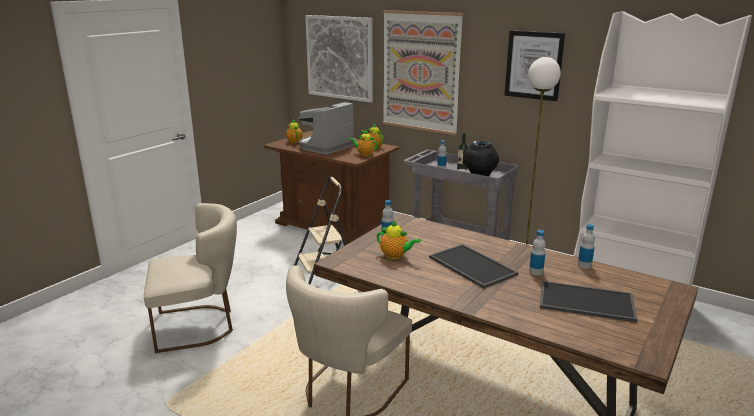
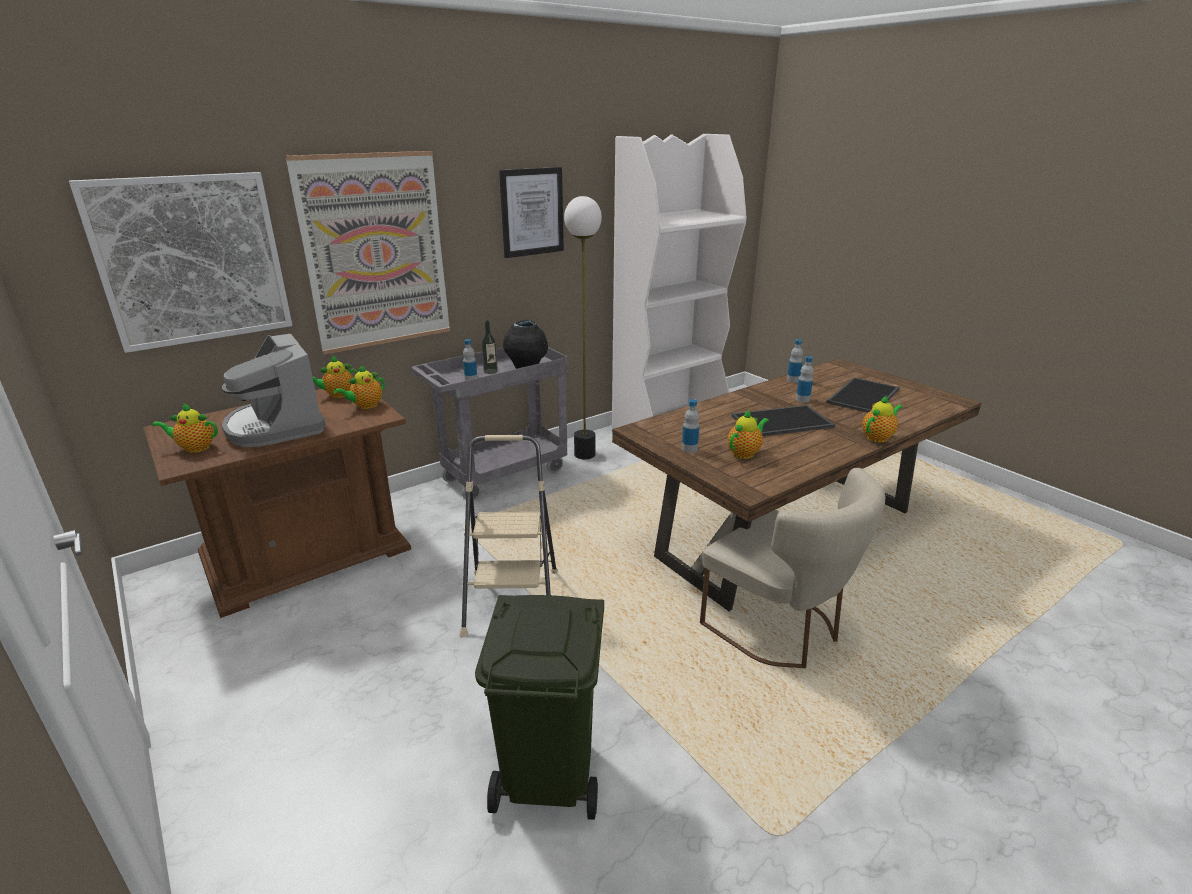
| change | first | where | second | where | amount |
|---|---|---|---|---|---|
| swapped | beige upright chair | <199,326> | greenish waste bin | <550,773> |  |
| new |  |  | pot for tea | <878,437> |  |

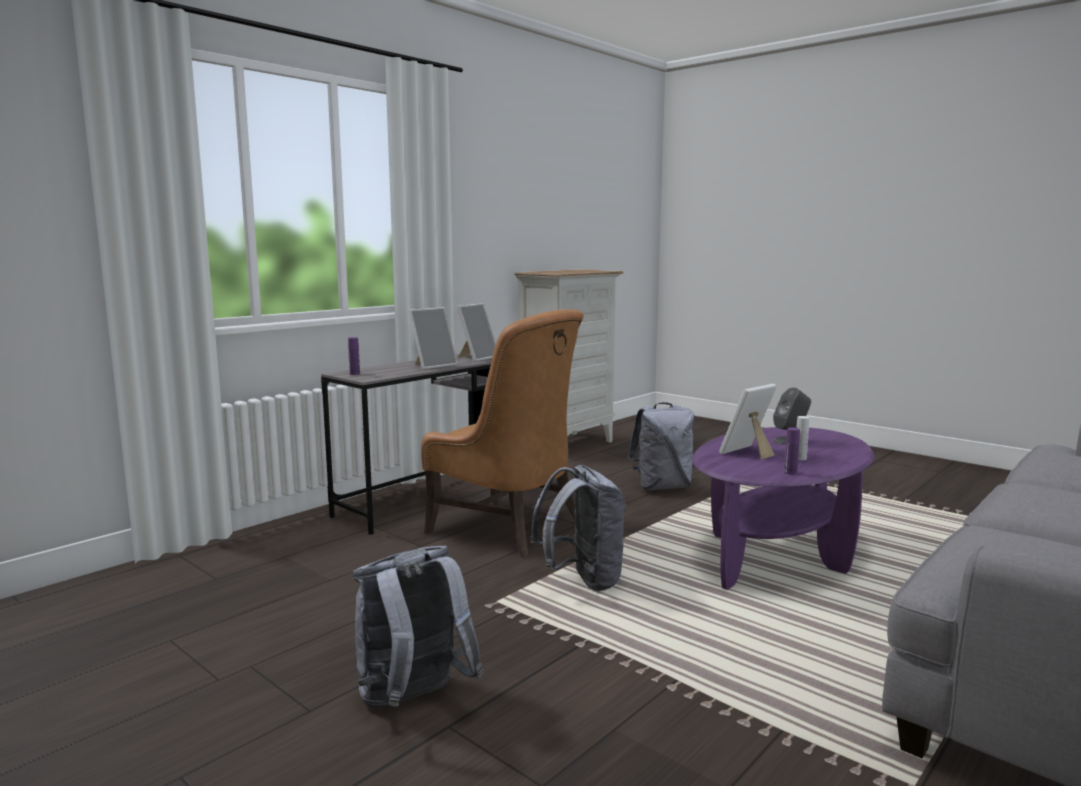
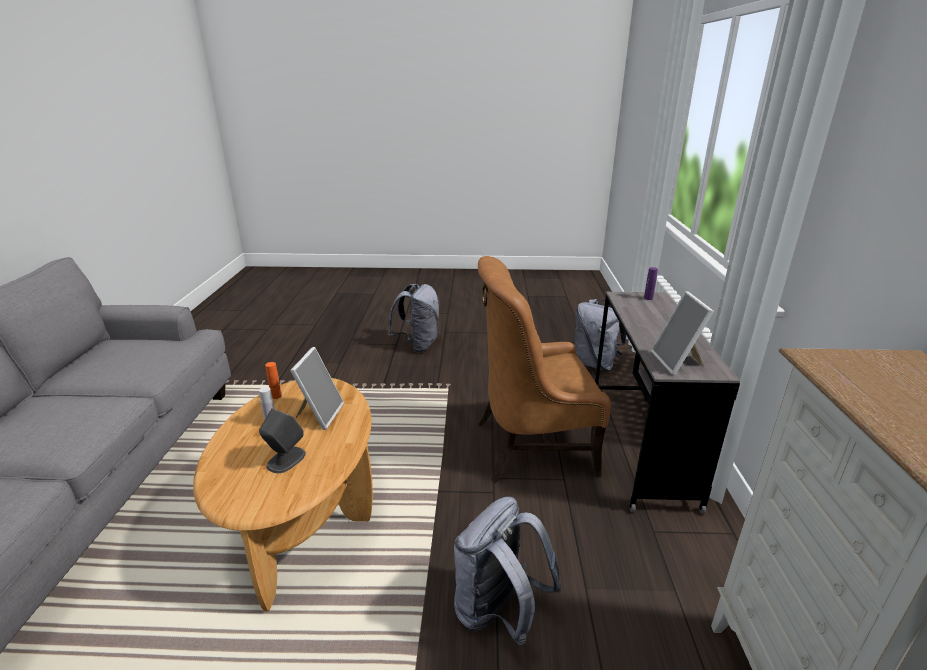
| change | first | where | second | where | amount |
|---|---|---|---|---|---|
| gone | photo frame | <432,365> |  |  |  |
| repainted | purple-coloured coffee table | <777,554> | brownish coffee table | <304,518> |  |
| repainted | purple-coloured bottle | <790,472> | orange-coloured bottle | <276,396> |  |
| shifted | greyish knapsack | <582,580> |  | <595,363> |  |

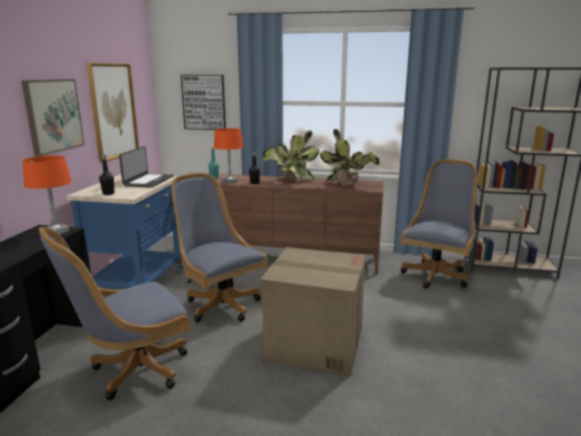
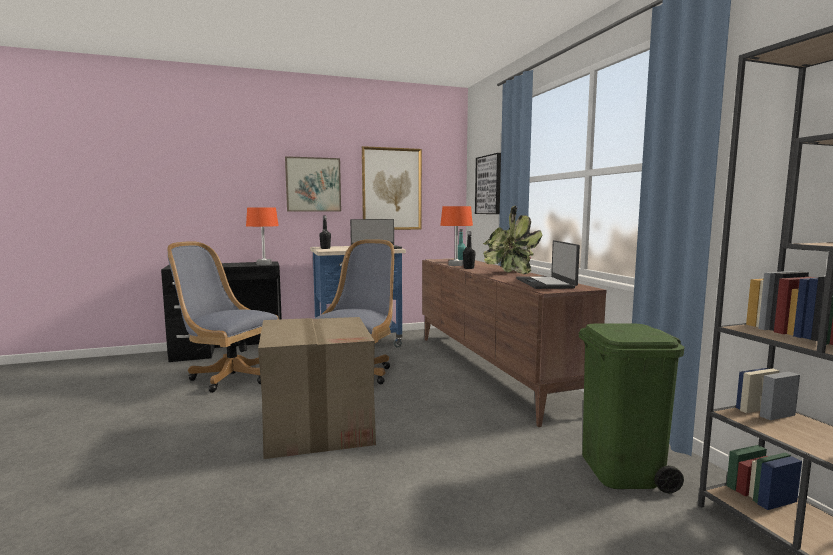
| change | first | where | second | where | amount |
|---|---|---|---|---|---|
| swapped | plant in a pot | <349,184> | portable computer | <546,283> |  |
| swapped | blue office chair | <436,274> | greenish waste bin | <622,471> |  |

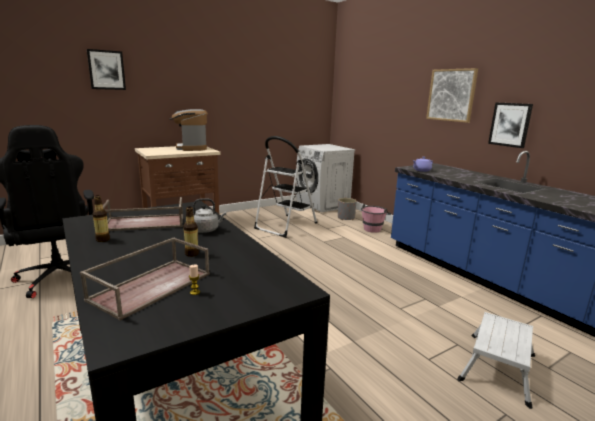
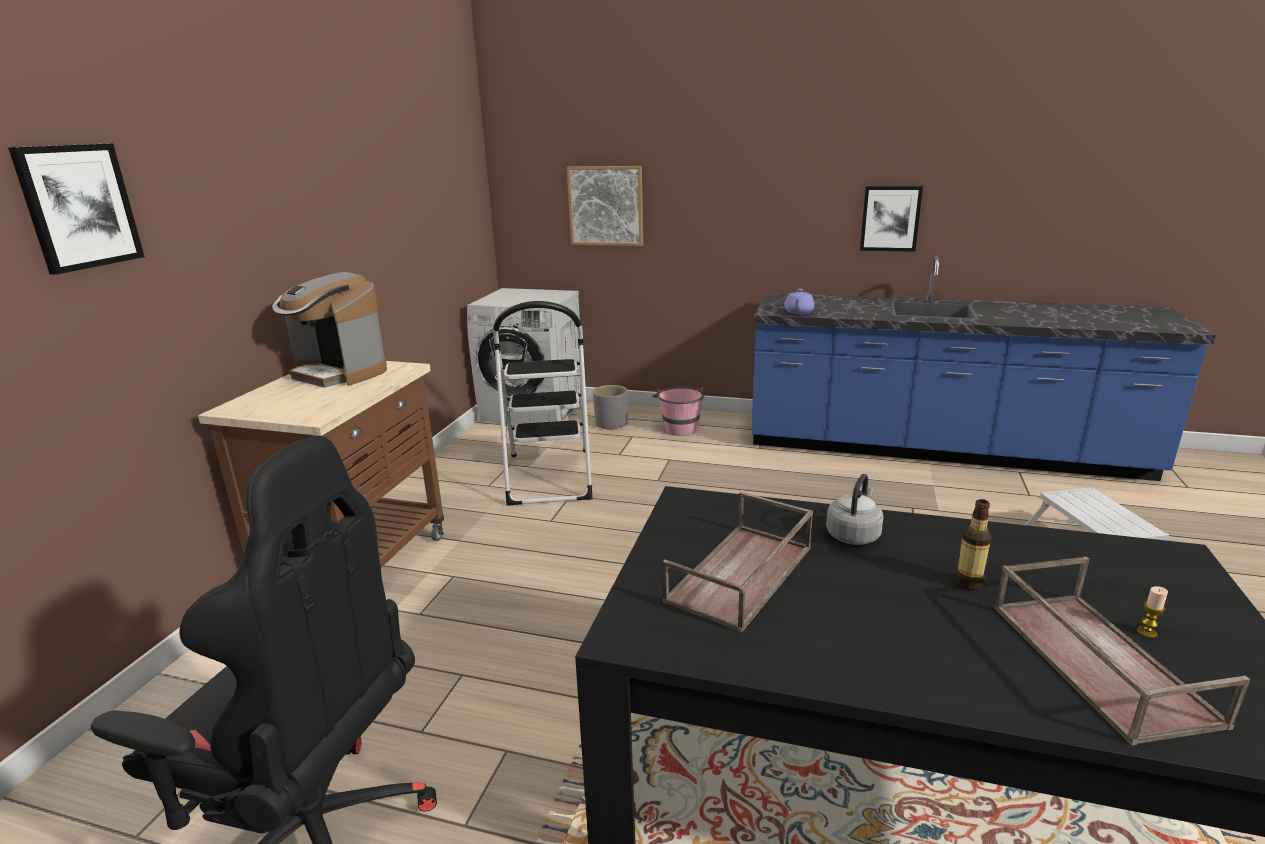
| change | first | where | second | where | amount |
|---|---|---|---|---|---|
| shifted | picture | <451,95> |  | <606,206> |  |
| gone | bottle | <103,239> |  |  |  |

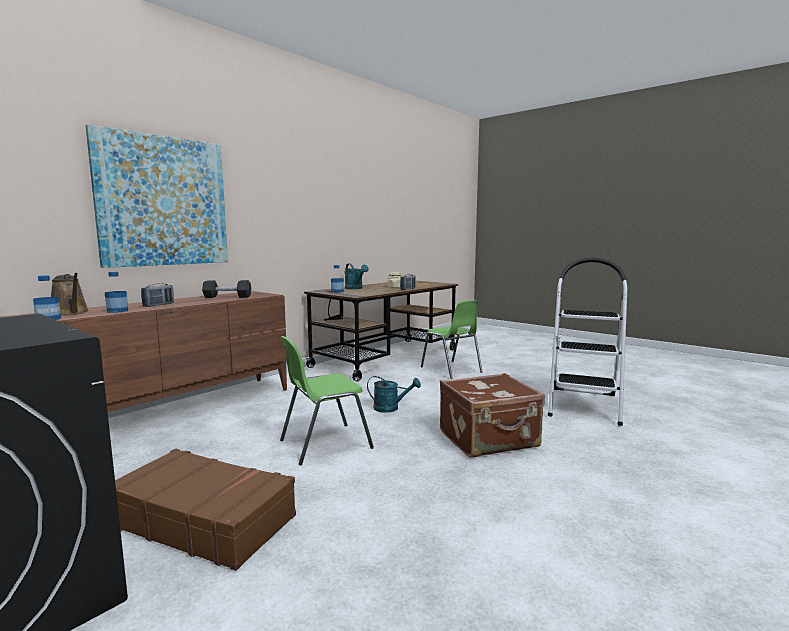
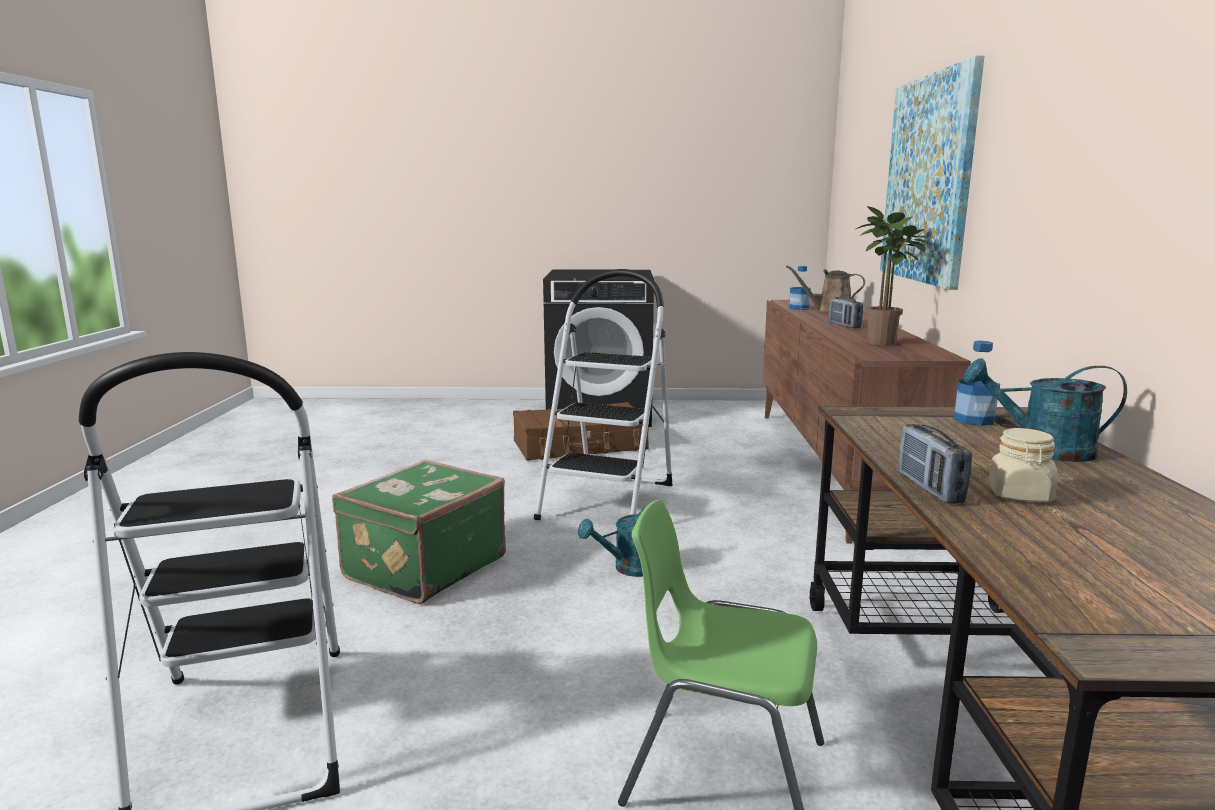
| change | first | where | second | where | amount |
|---|---|---|---|---|---|
| gone | bottle | <117,311> |  |  |  |
| swapped | greyish dumbbell | <227,297> | plant in a pot | <883,344> |  |
| swapped | greenish upright chair | <324,444> | stepladder | <610,500> |  |
| repainted | brownish travel case | <489,440> | greenish travel case | <422,567> |  |

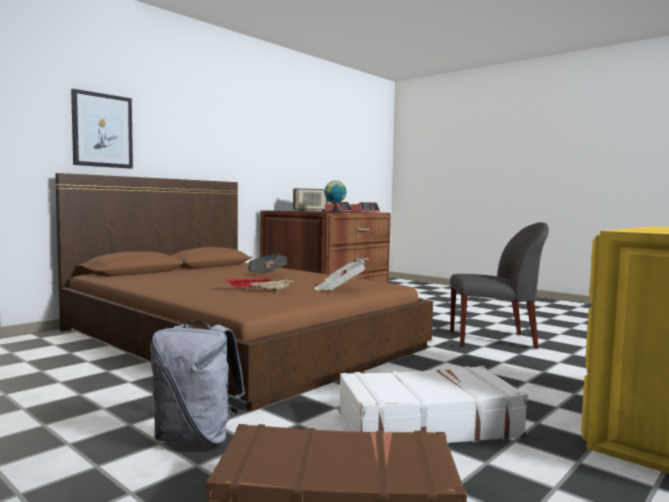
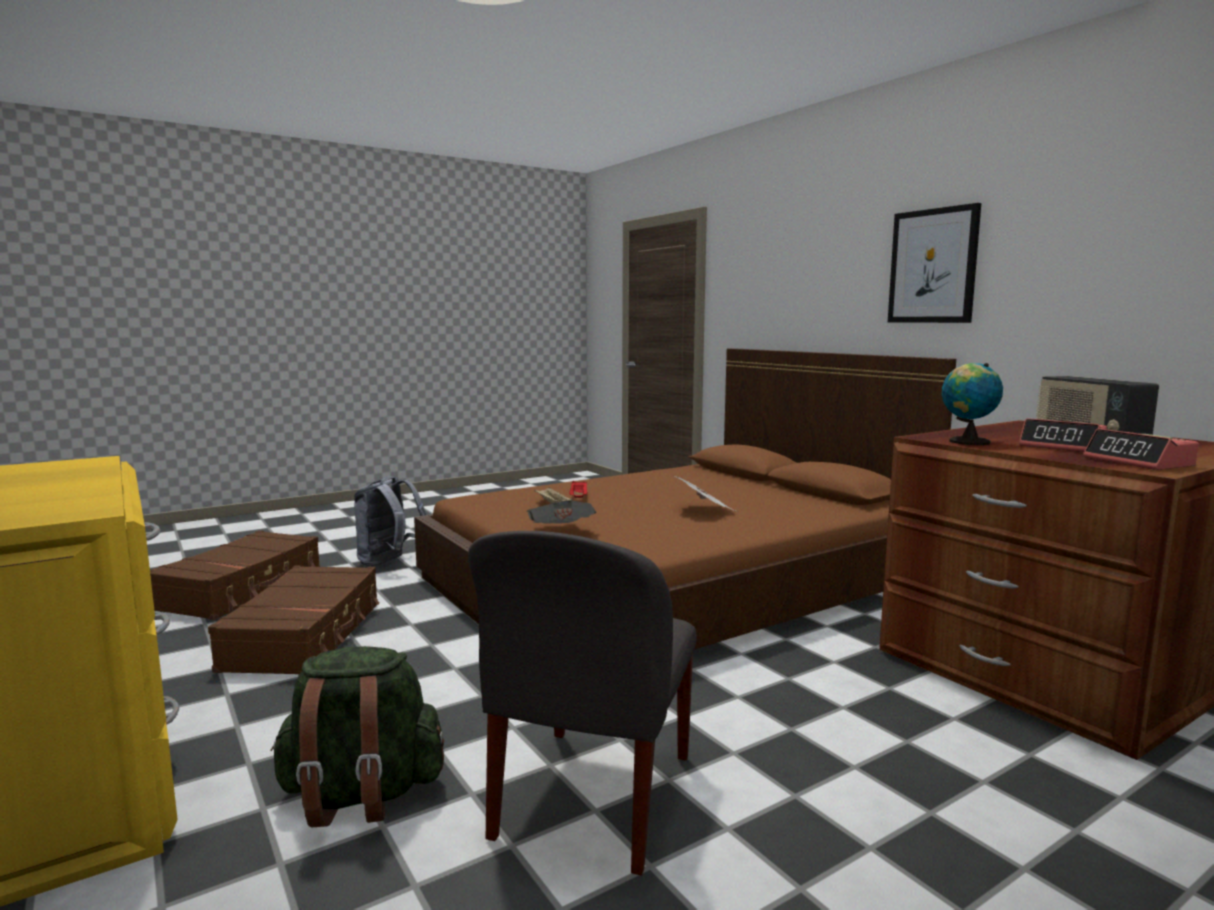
| change | first | where | second | where | amount |
|---|---|---|---|---|---|
| shifted | picture | <102,130> |  | <933,266> |  |
| repainted | white-coloured travel case | <426,425> | brownish travel case | <306,636> |  |
| new |  |  | greenish knapsack | <361,795> |  |

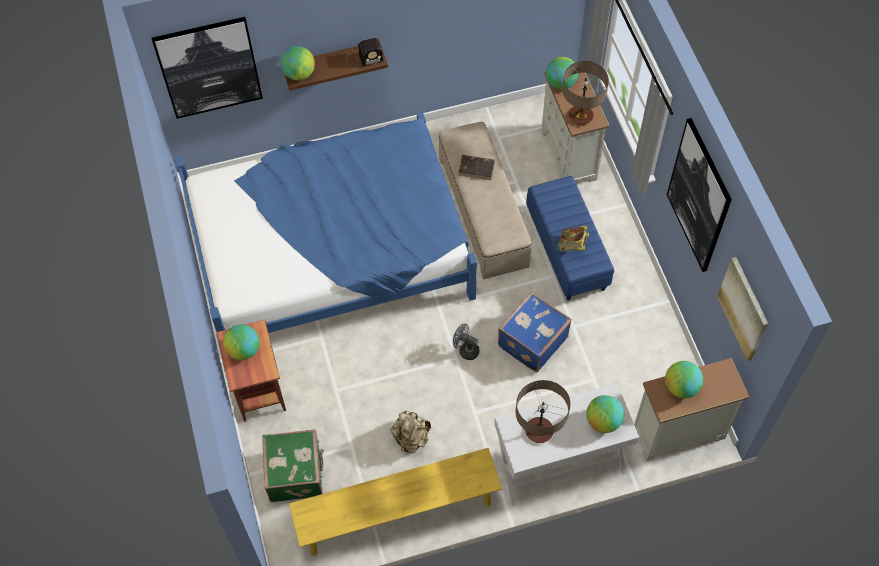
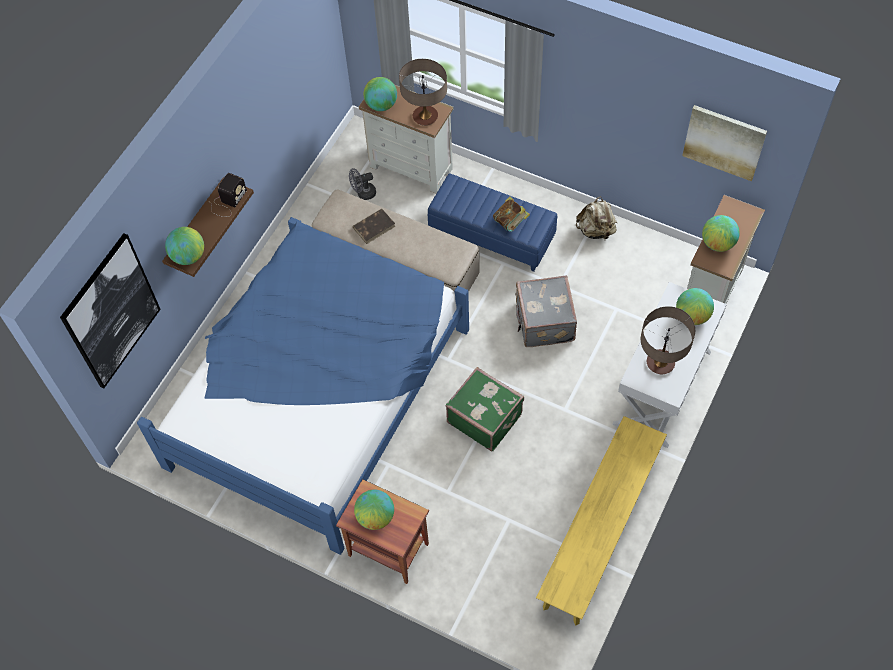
| change | first | where | second | where | amount |
|---|---|---|---|---|---|
| gone | picture | <699,196> |  |  |  |
| repainted | blue travel case | <531,341> | greyish travel case | <543,322> |  |
| shifted | greyish electric fan | <465,350> |  | <363,193> |  |
| shifted | beige knapsack | <411,438> |  | <596,230> |  |
| shifted | greenish travel case | <296,473> |  | <485,417> |  |

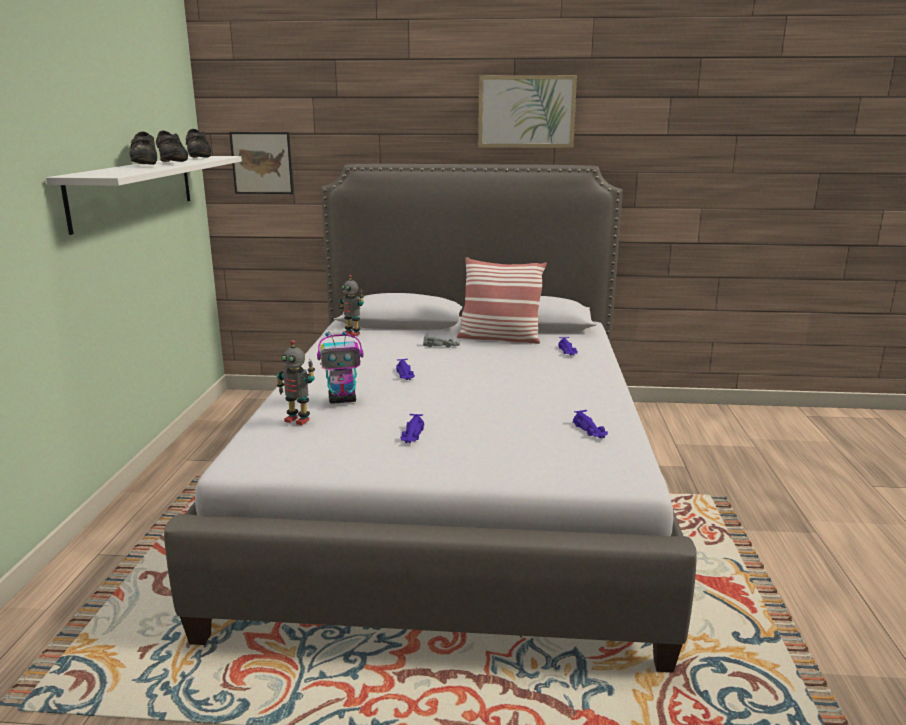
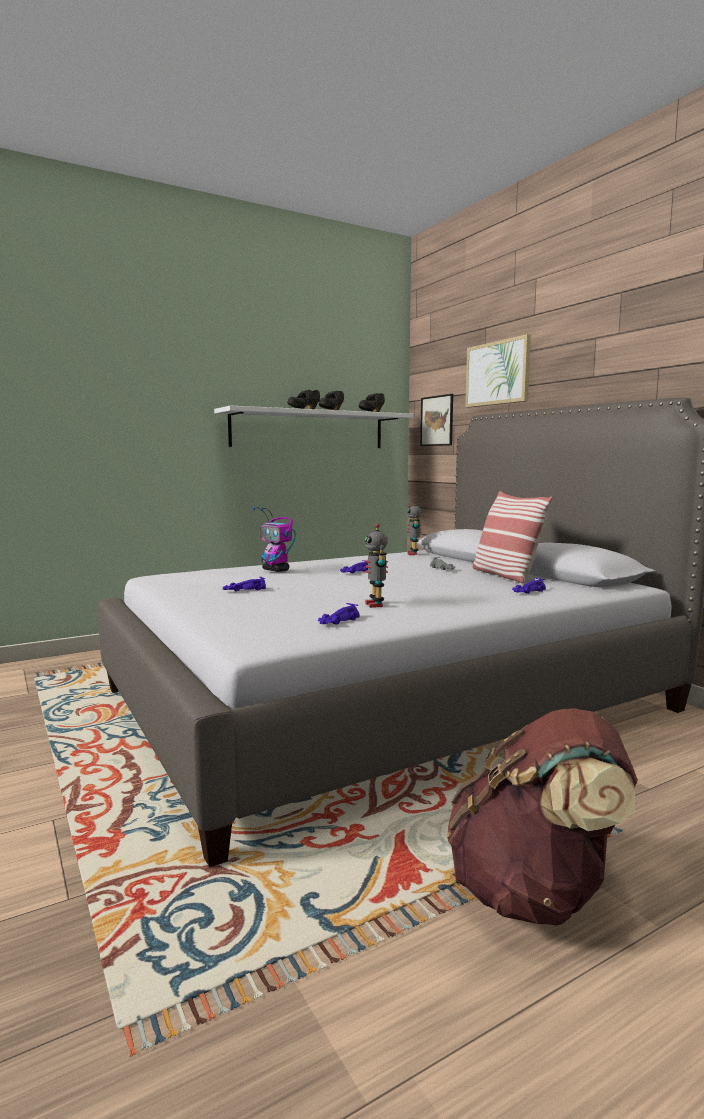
| change | first | where | second | where | amount |
|---|---|---|---|---|---|
| shifted | picture | <526,111> |  | <497,373> |  |
| shifted | toy robot | <298,420> |  | <375,604> |  |
| new |  |  | brownish knapsack | <535,892> |  |

